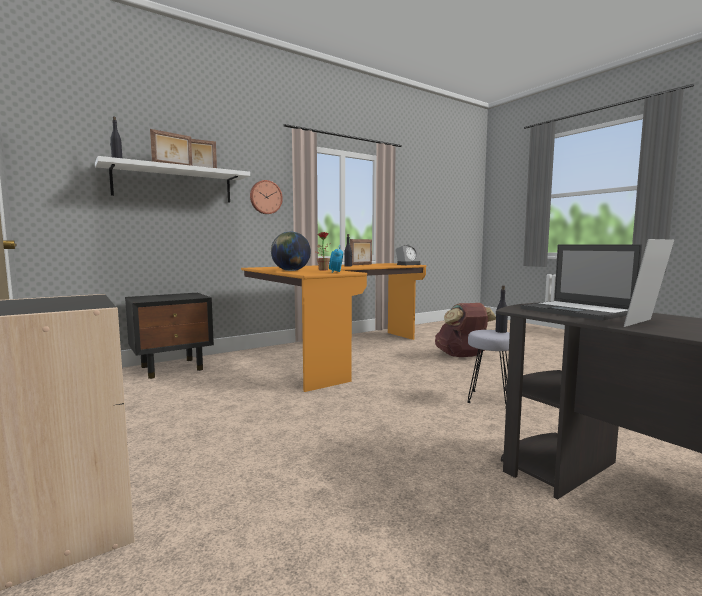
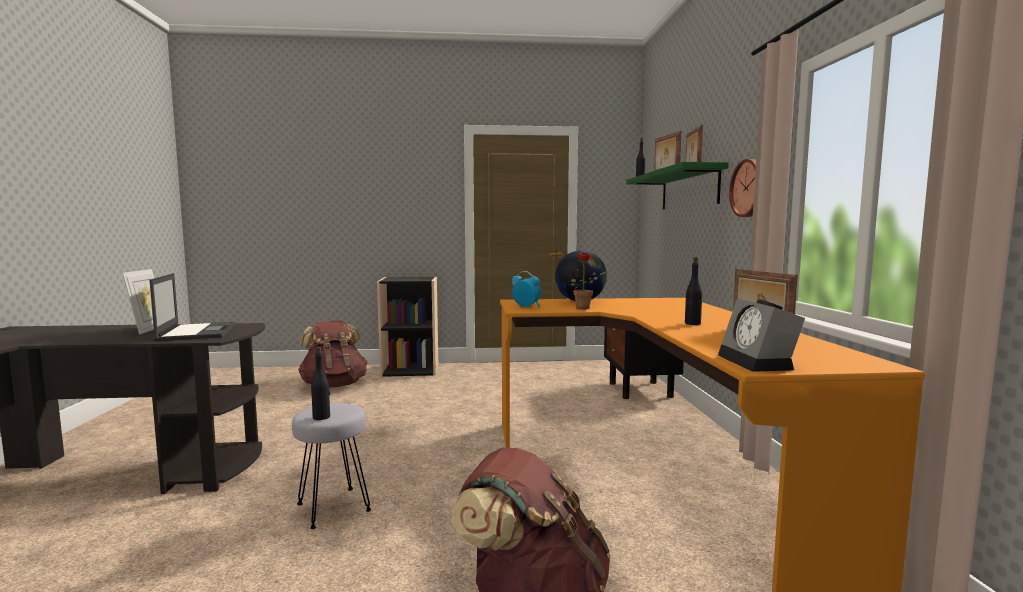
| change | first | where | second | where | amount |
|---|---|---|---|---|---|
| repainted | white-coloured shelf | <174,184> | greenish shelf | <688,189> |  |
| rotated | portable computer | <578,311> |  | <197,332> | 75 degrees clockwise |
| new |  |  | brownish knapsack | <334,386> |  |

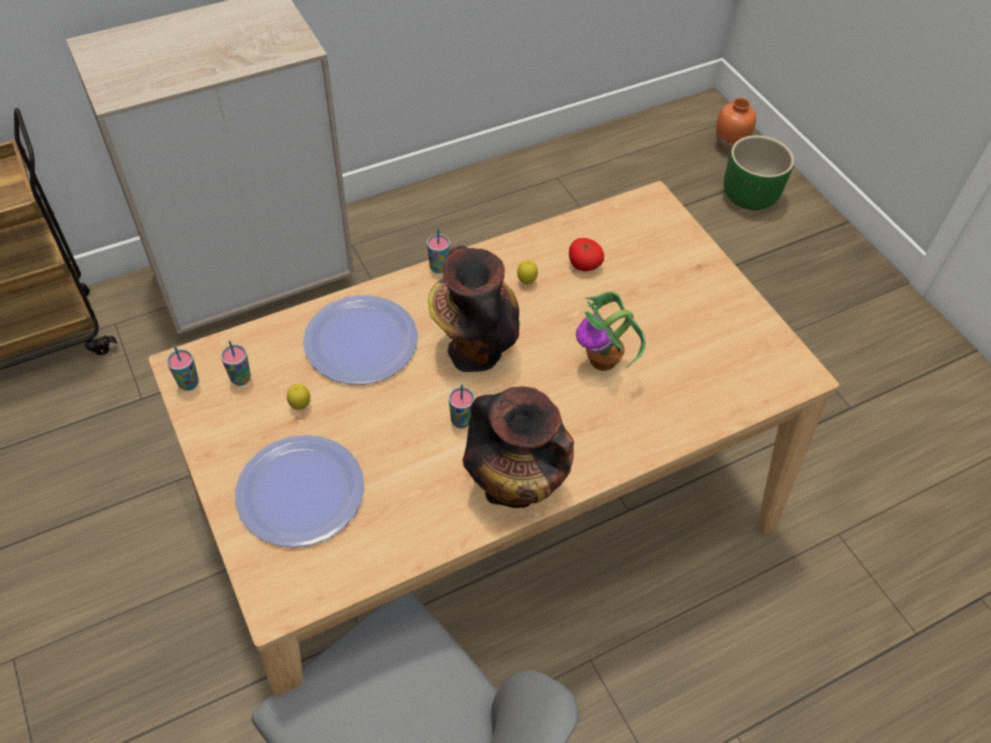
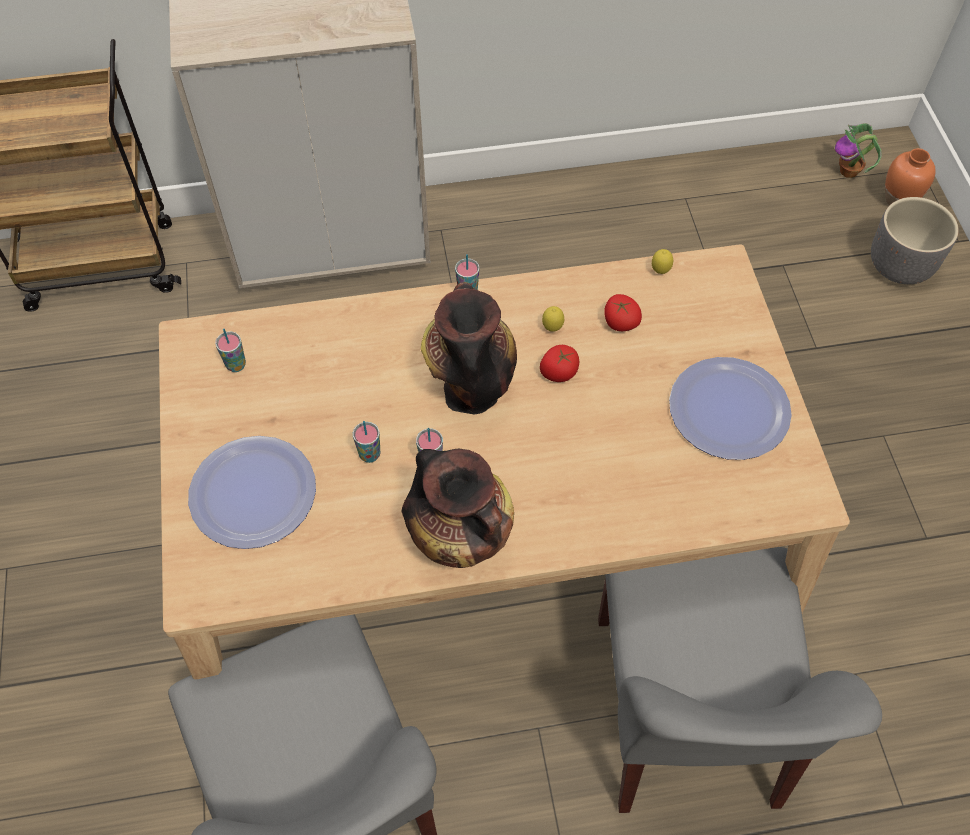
| change | first | where | second | where | amount |
|---|---|---|---|---|---|
| repainted | greenish plant pot | <749,196> | greyish plant pot | <900,266> |  |
| shifted | plant in a pot | <603,360> |  | <849,171> |  |
| shifted | plate | <360,341> |  | <728,409> |  |
| shifted | small cup | <189,383> |  | <370,455> |  |
| shifted | citrus fruit | <300,406> |  | <660,271> |  |
| new |  |  | tomato | <558,373> |  |
| new |  |  | greyish upright chair | <686,715> |  |

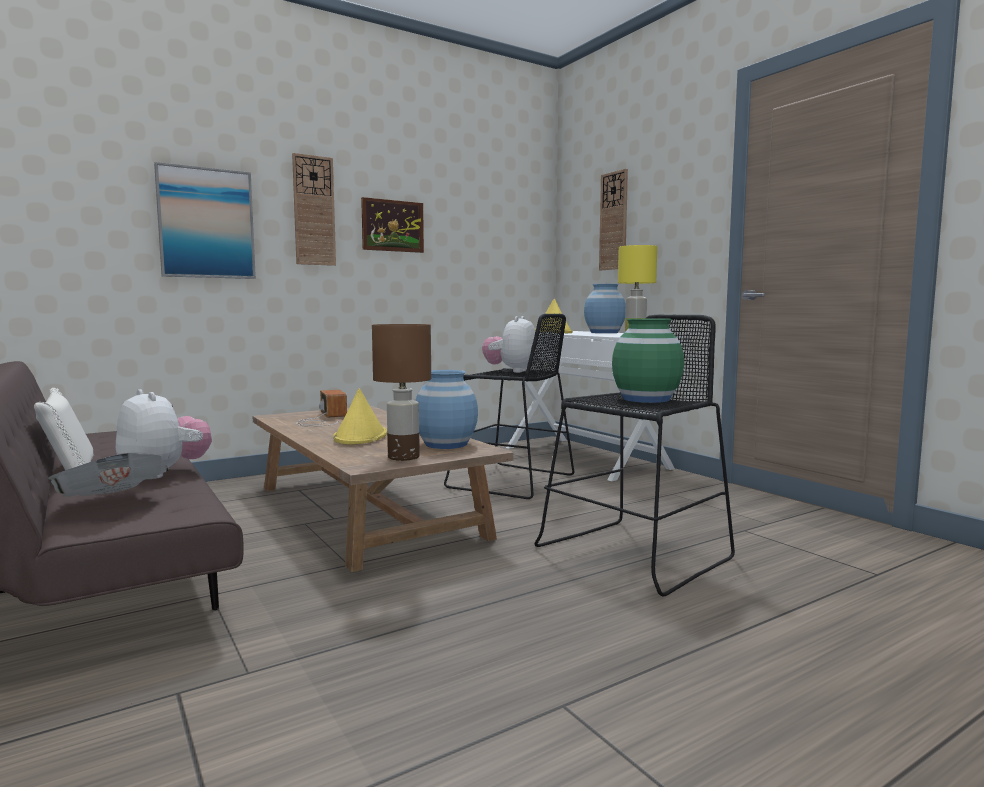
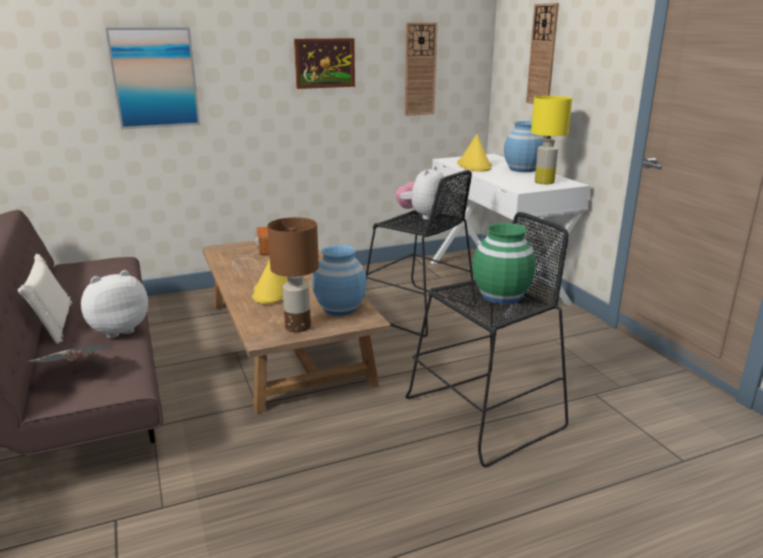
| change | first | where | second | where | amount |
|---|---|---|---|---|---|
| shifted | wall clock | <314,211> |  | <420,69> |  |
| rotated | soft toy | <164,473> |  | <118,330> | 90 degrees counterclockwise |

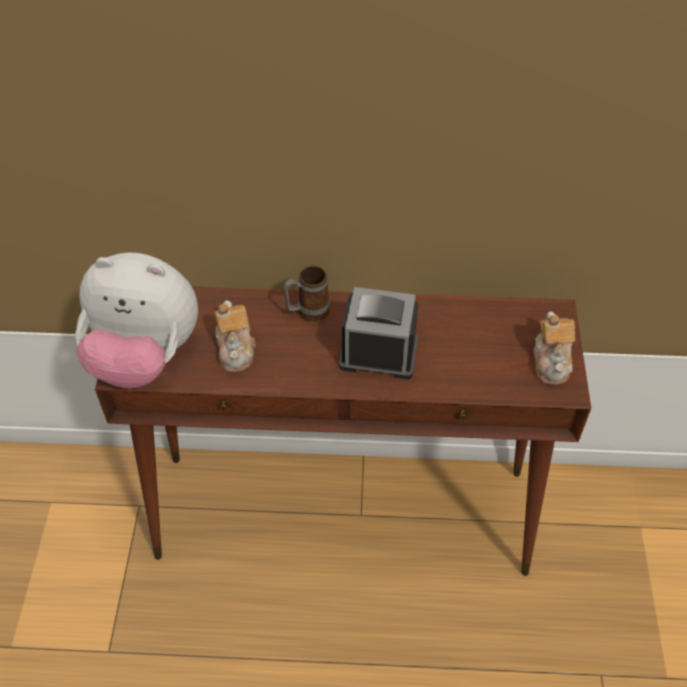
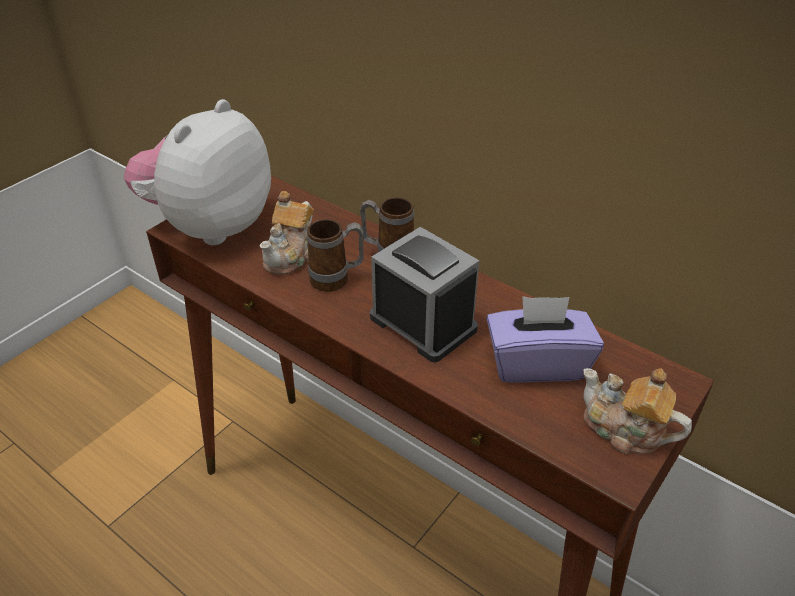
| change | first | where | second | where | amount |
|---|---|---|---|---|---|
| rotated | soft toy | <145,357> |  | <210,226> | 75 degrees clockwise |
| rotated | pot for tea | <552,361> |  | <624,430> | 90 degrees clockwise |
| new |  |  | mug | <337,280> |  |
| new |  |  | purple-coloured tissue holder | <536,363> |  |

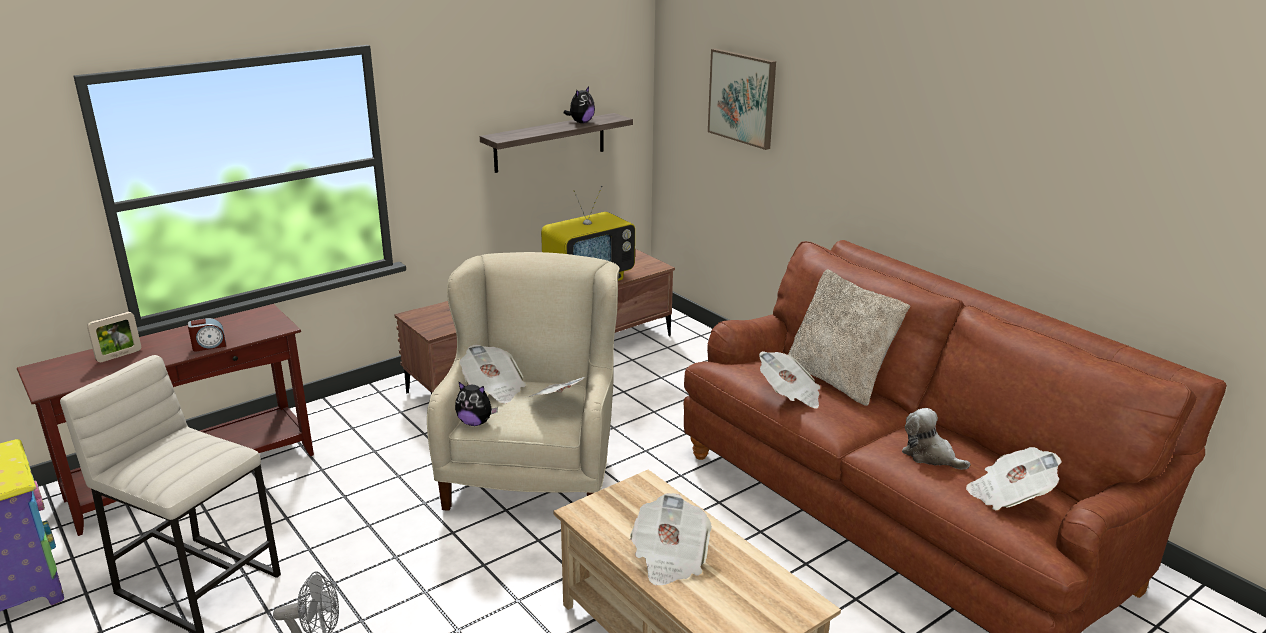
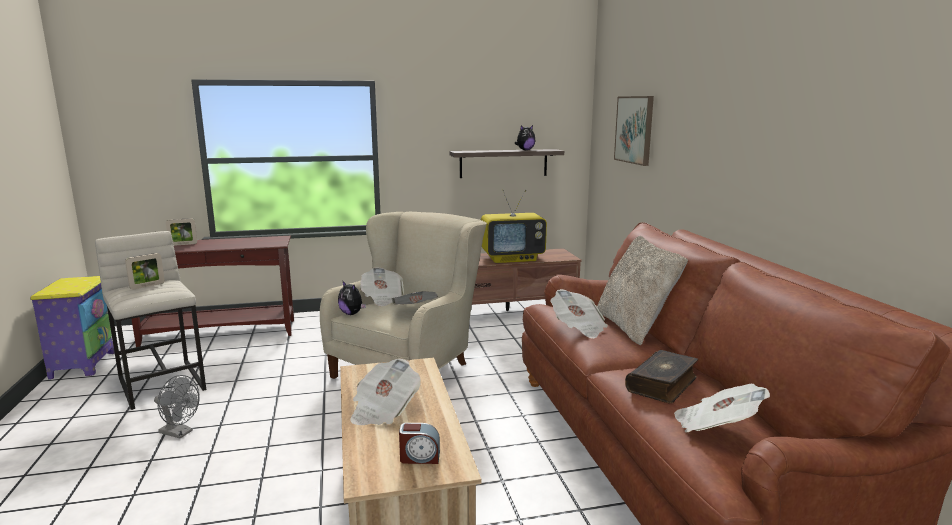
| change | first | where | second | where | amount |
|---|---|---|---|---|---|
| shifted | bedside clock | <209,346> |  | <419,457> |  |
| swapped | soft toy | <930,456> | bound book | <663,384> |  |
| new |  |  | photo frame | <147,286> |  |

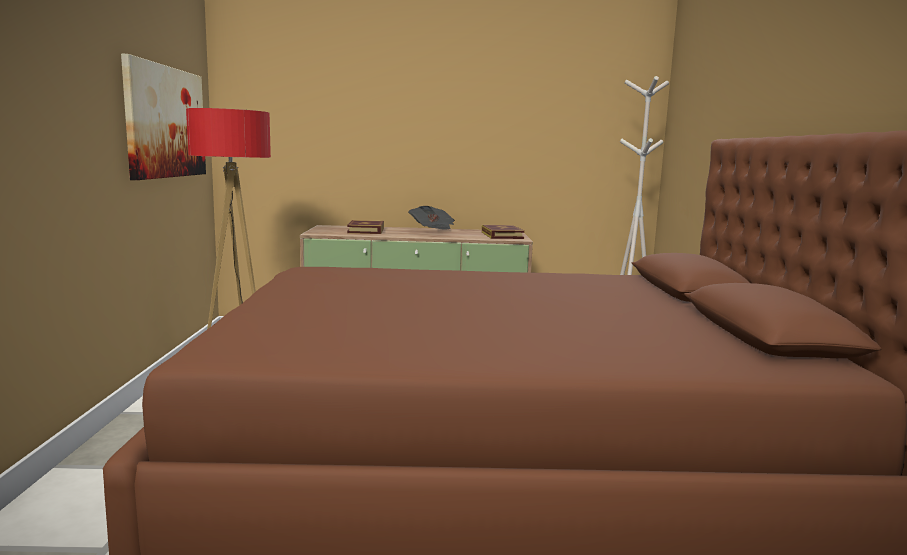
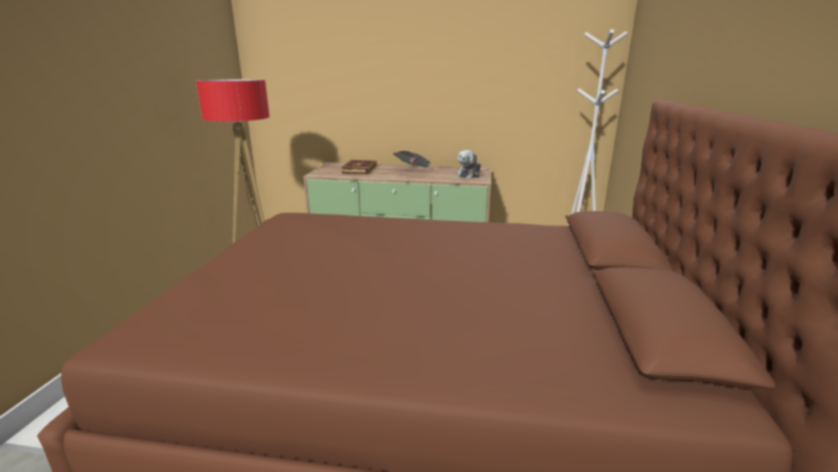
| change | first | where | second | where | amount |
|---|---|---|---|---|---|
| gone | picture | <166,122> |  |  |  |
| swapped | bound book | <502,235> | soft toy | <469,175> |  |

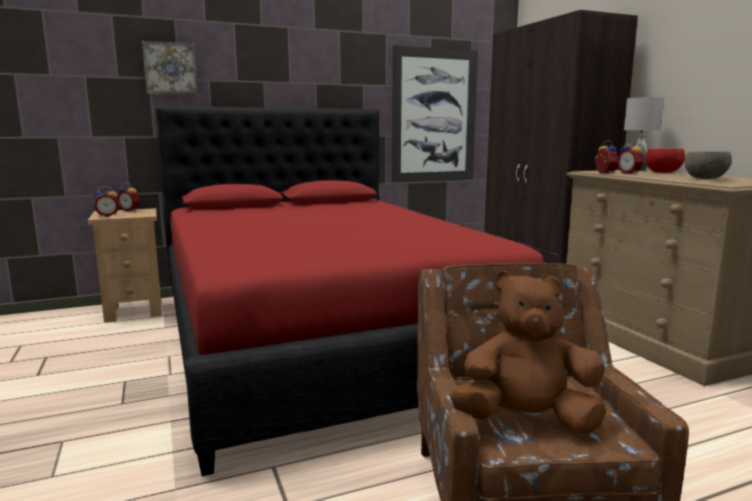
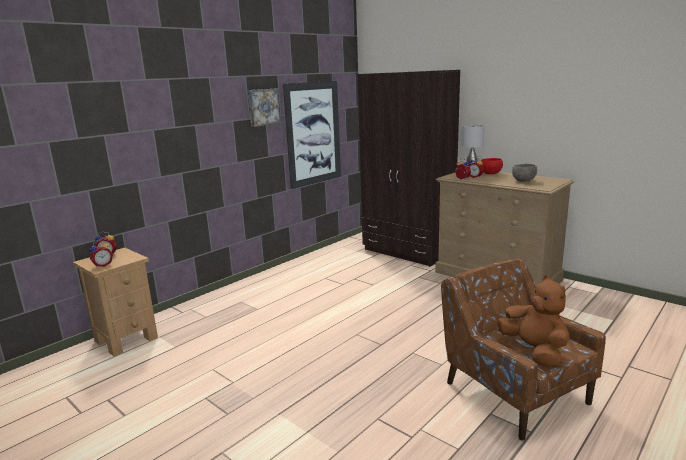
| change | first | where | second | where | amount |
|---|---|---|---|---|---|
| shifted | picture | <170,69> |  | <263,107> |  |
| gone | reddish bed | <322,336> |  |  |  |
| rotated | brownish soft toy | <526,421> |  | <534,351> | 90 degrees clockwise |

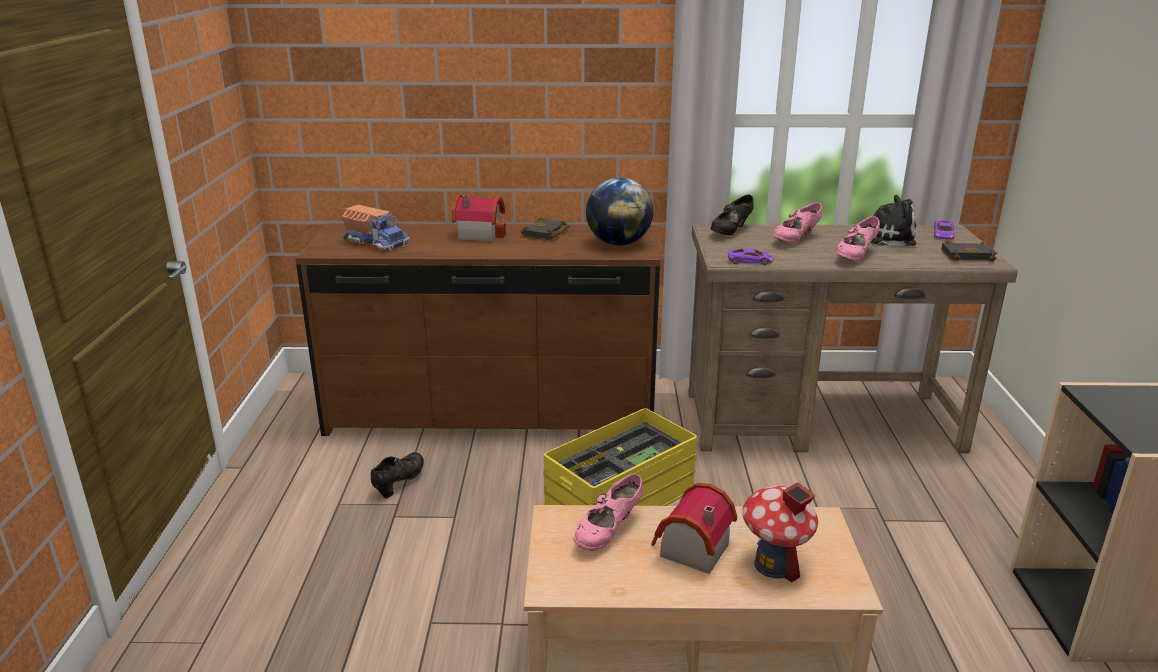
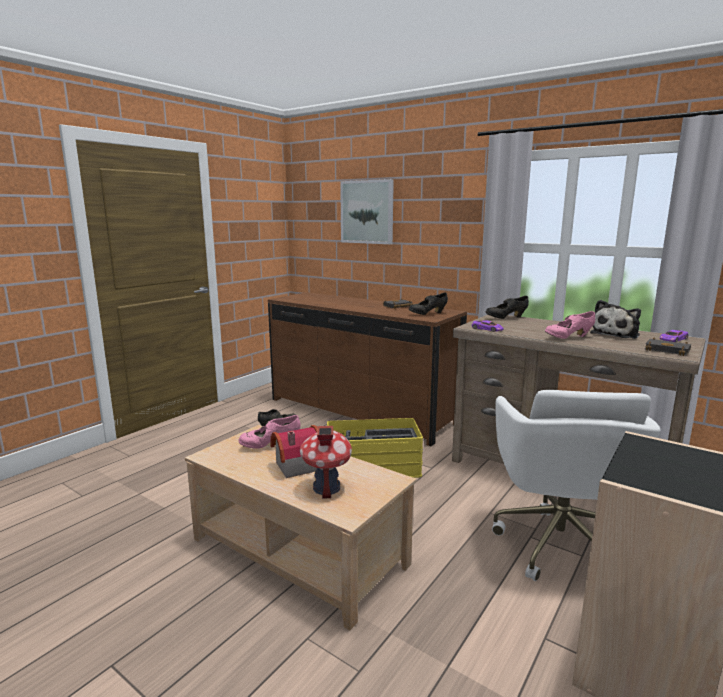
| change | first | where | second | where | amount |
|---|---|---|---|---|---|
| swapped | world globe | <618,243> | black shoe | <427,314> |  |
| gone | model house | <479,234> |  |  |  |
| rotated | soft toy | <885,238> |  | <616,334> | 90 degrees clockwise |
| gone | pinkish shoe | <795,240> |  |  |  |
| gone | toy lorry | <377,242> |  |  |  |
| new |  |  | picture | <367,212> |  |
| new |  |  | white-coloured office chair | <556,543> |  |

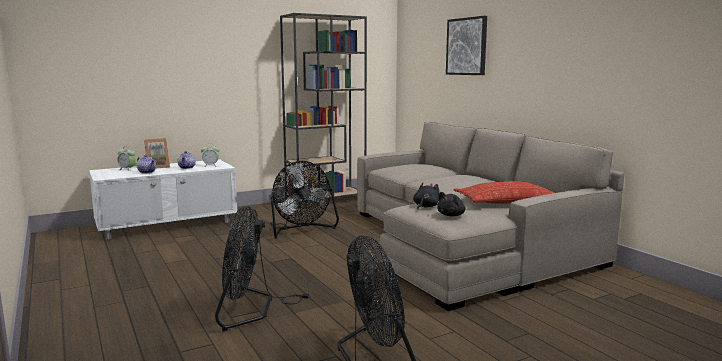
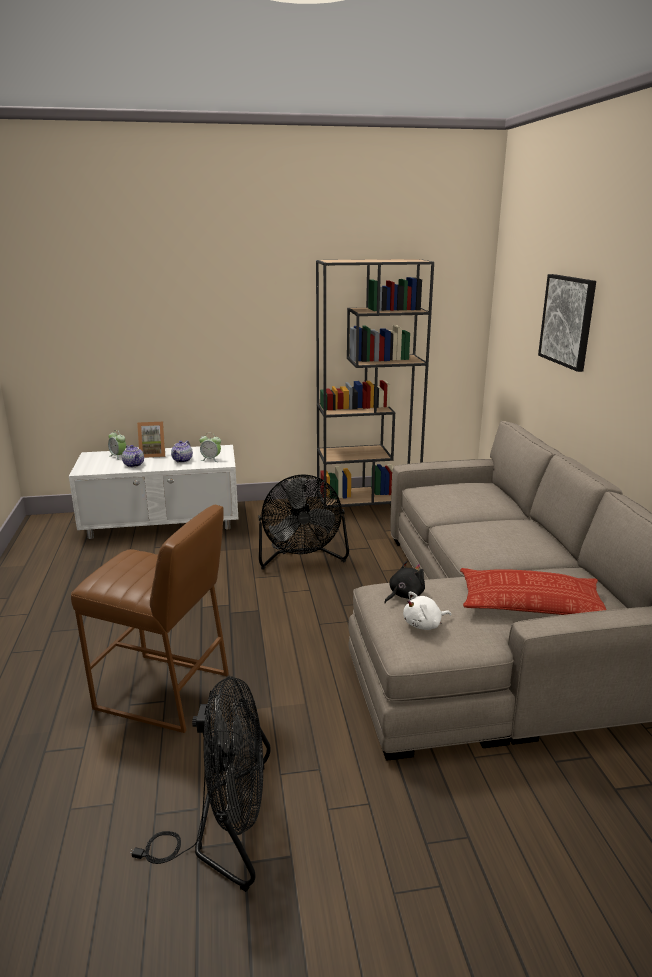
| change | first | where | second | where | amount |
|---|---|---|---|---|---|
| repainted | black soft toy | <452,215> | white-coloured soft toy | <424,625> |  |
| swapped | black electric fan | <254,306> | brownish sitting stool | <164,692> |  |

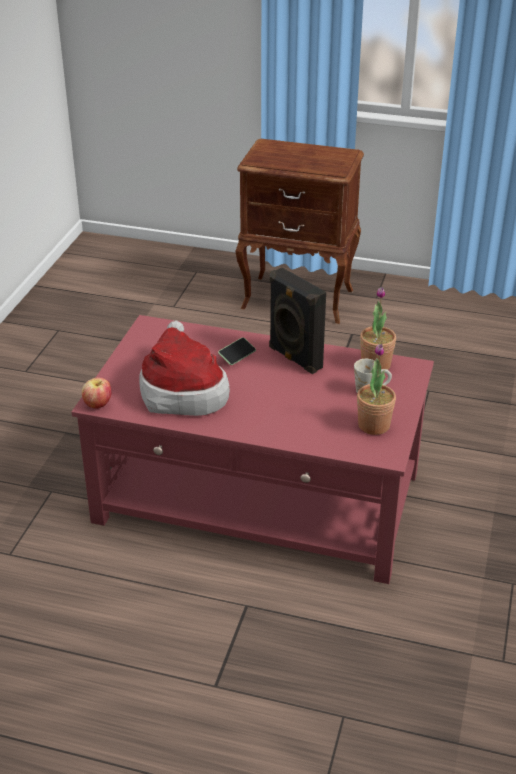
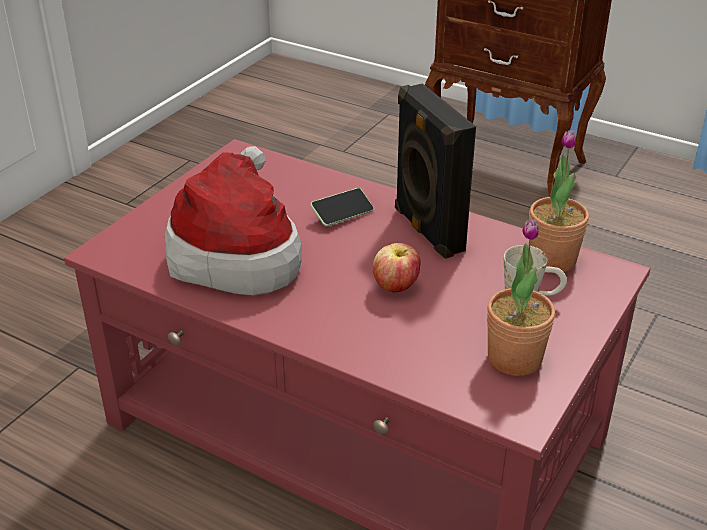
| change | first | where | second | where | amount |
|---|---|---|---|---|---|
| shifted | whole apple | <98,405> |  | <396,286> |  |

